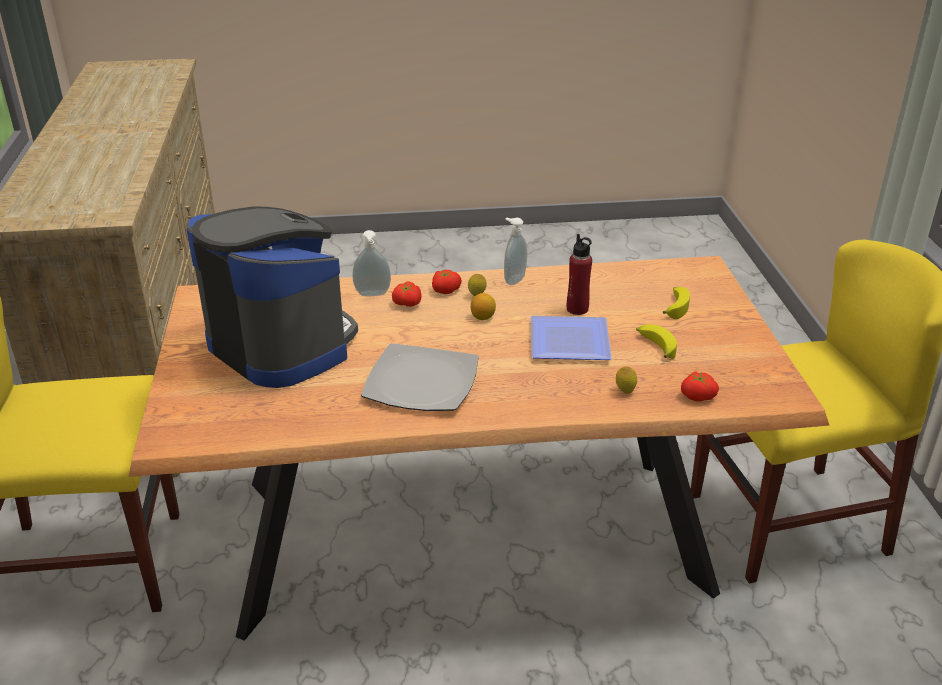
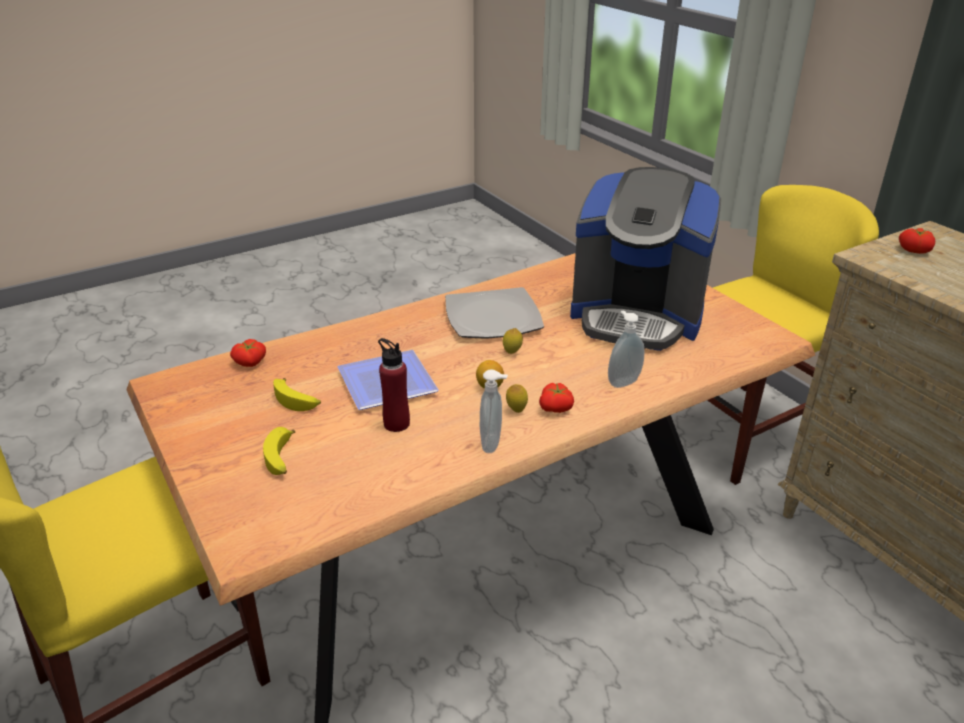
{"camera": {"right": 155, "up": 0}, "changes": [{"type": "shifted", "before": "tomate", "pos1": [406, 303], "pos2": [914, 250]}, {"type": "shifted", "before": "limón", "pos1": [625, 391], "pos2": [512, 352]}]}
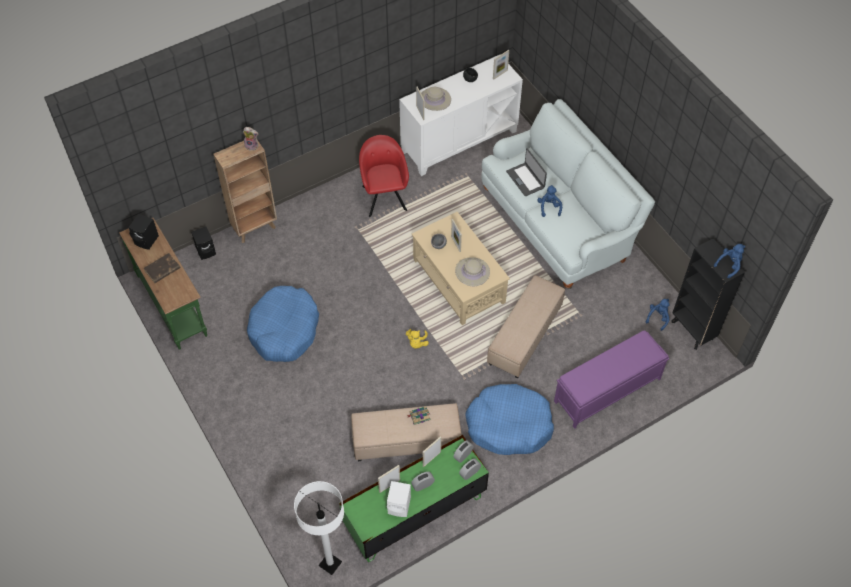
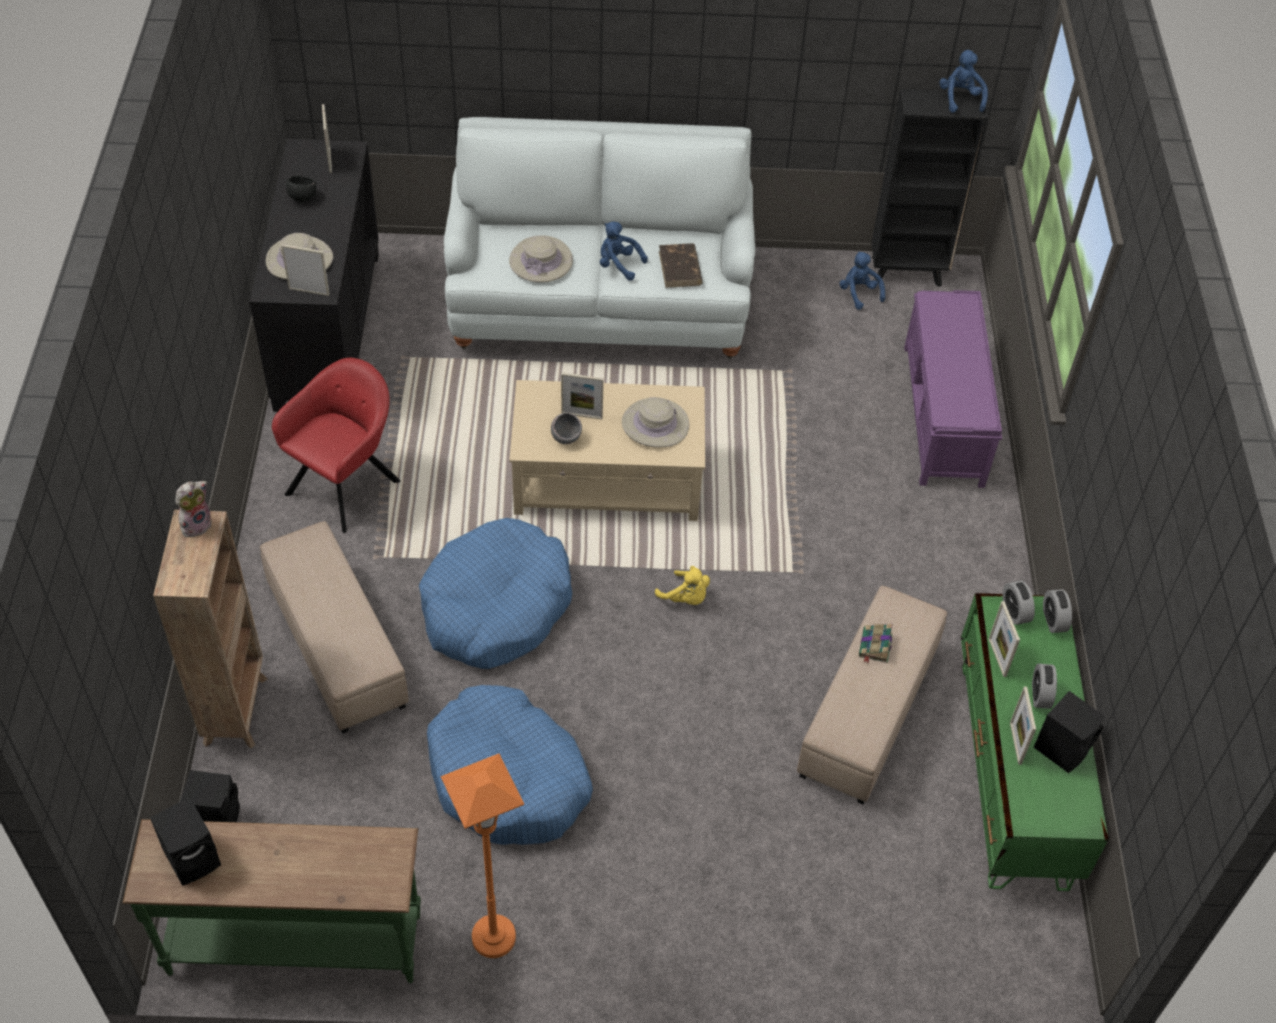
{"camera": {"right": -60, "up": -5}, "changes": [{"type": "shifted", "before": "libro [marrón]", "pos1": [162, 269], "pos2": [680, 268]}, {"type": "gone", "before": "lámpara de pie [blanco]", "pos1": [330, 564]}, {"type": "rotated", "before": "sillón [rojo]", "pos1": [384, 196], "pos2": [346, 484], "turn": 105}, {"type": "repainted", "before": "altavoz [blanco]", "after": "altavoz [negro]", "pos1": [400, 506], "pos2": [1063, 748]}, {"type": "repainted", "before": "armario [blanco]", "after": "armario [negro]", "pos1": [459, 140], "pos2": [327, 330]}, {"type": "shifted", "before": "cama para perro [azul]", "pos1": [508, 425], "pos2": [496, 606]}, {"type": "shifted", "before": "puf [beis]", "pos1": [524, 335], "pos2": [336, 646]}, {"type": "swapped", "before": "portátil", "after": "sombrero [beis]", "pos1": [525, 179], "pos2": [541, 261]}, {"type": "new", "after": "lámpara de pie [naranja]", "pos2": [494, 937]}]}
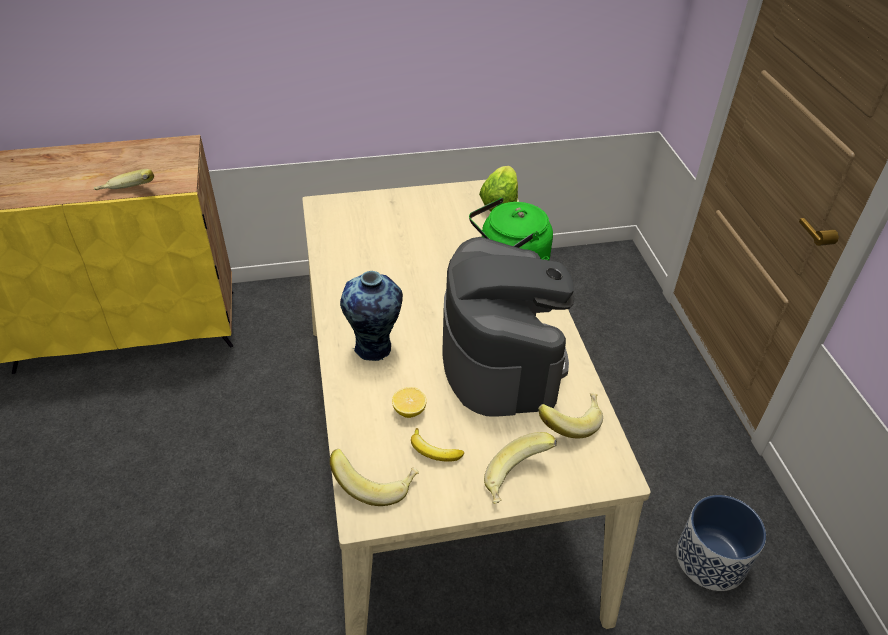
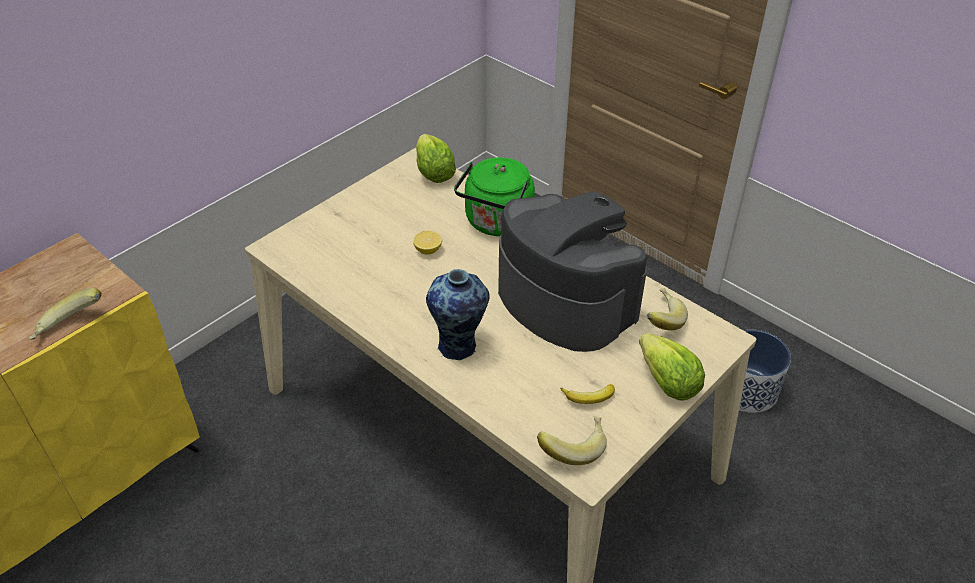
{"camera": {"right": -35, "up": 0}, "changes": [{"type": "shifted", "before": "limón", "pos1": [409, 410], "pos2": [428, 250]}, {"type": "swapped", "before": "plátano", "after": "lechuga", "pos1": [517, 481], "pos2": [667, 383]}]}
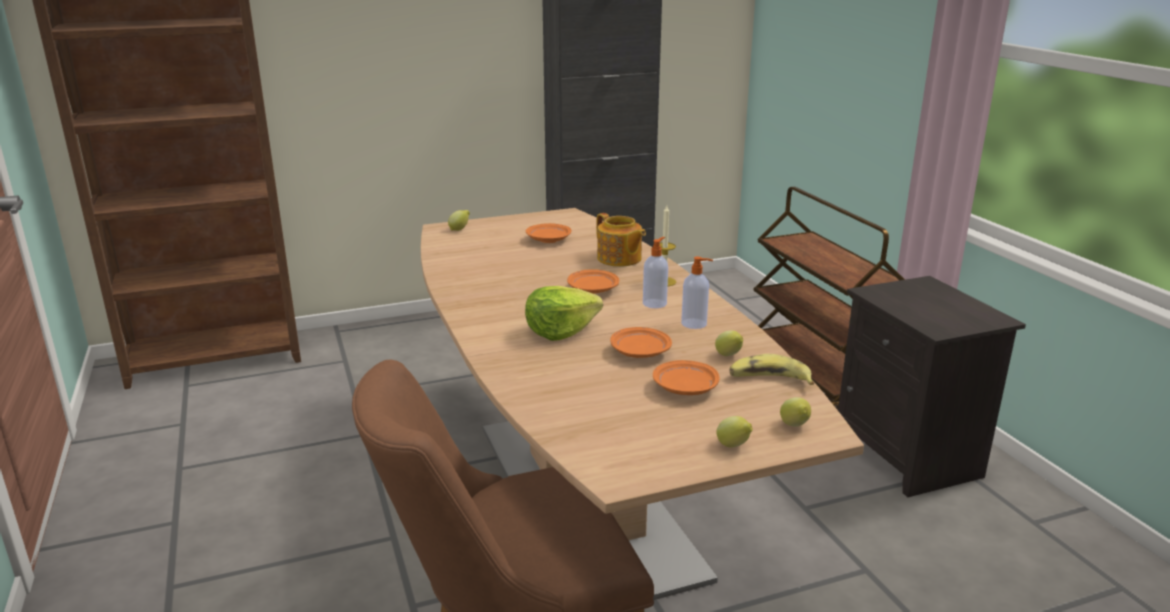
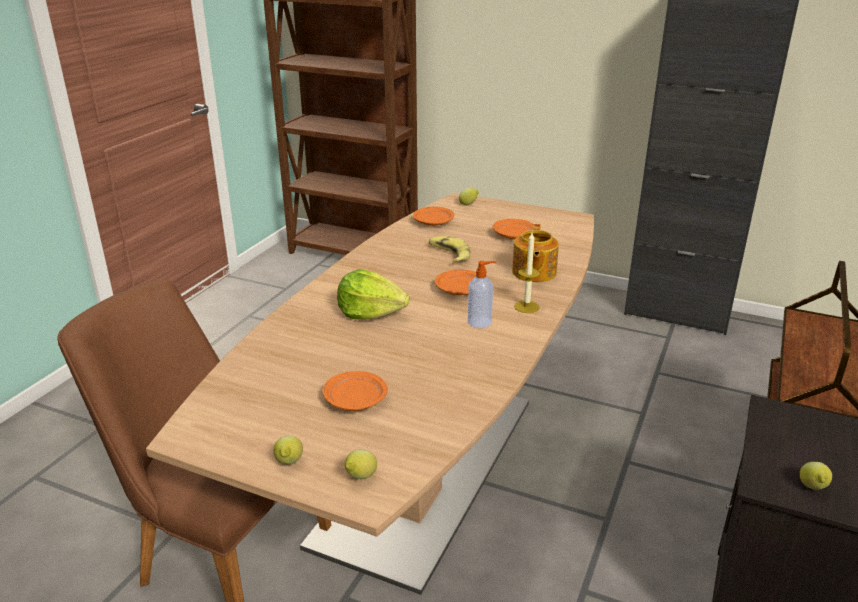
{"camera": {"right": 45, "up": 5}, "changes": [{"type": "shifted", "before": "plato [naranja]", "pos1": [639, 352], "pos2": [433, 222]}, {"type": "gone", "before": "dispensador de jabón", "pos1": [695, 324]}, {"type": "shifted", "before": "limón", "pos1": [729, 356], "pos2": [812, 488]}, {"type": "shifted", "before": "plátano", "pos1": [769, 380], "pos2": [449, 254]}]}
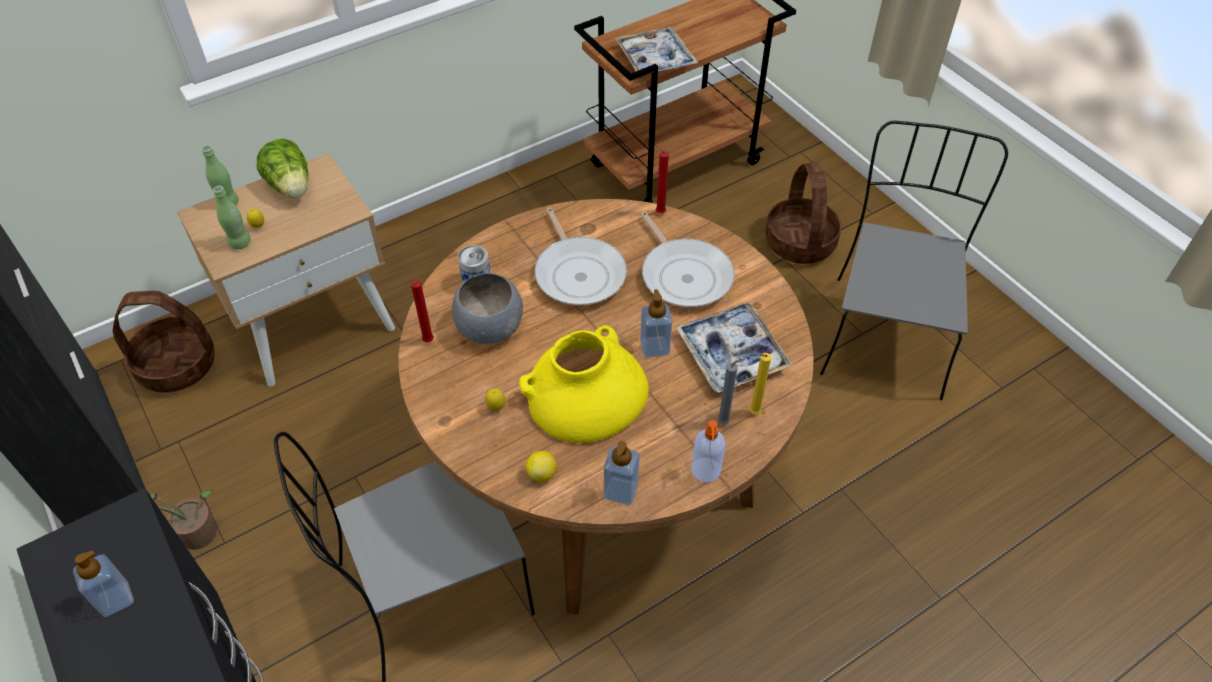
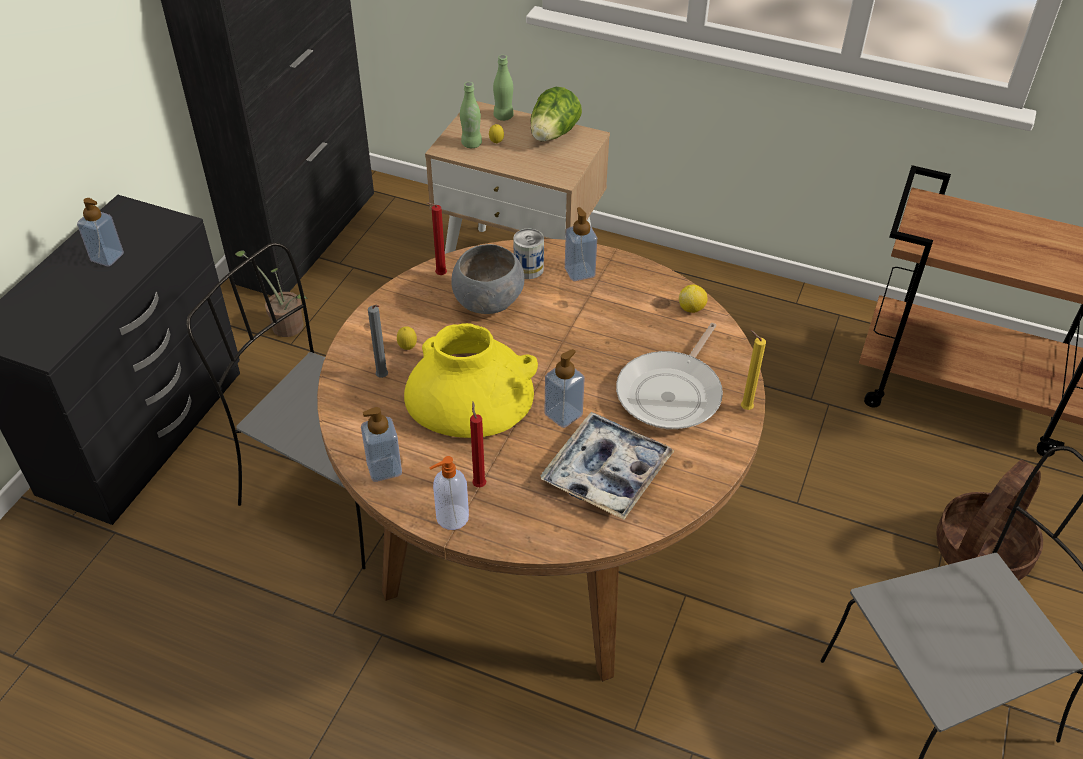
{"camera": {"right": 55, "up": -5}, "changes": [{"type": "gone", "before": "cesta", "pos1": [178, 365]}, {"type": "shifted", "before": "limón", "pos1": [542, 473], "pos2": [691, 308]}, {"type": "gone", "before": "sartén", "pos1": [579, 273]}, {"type": "gone", "before": "bandeja", "pos1": [655, 59]}, {"type": "shifted", "before": "vela [rojo]", "pos1": [659, 212], "pos2": [479, 483]}, {"type": "shifted", "before": "vela [gris]", "pos1": [725, 422], "pos2": [383, 378]}, {"type": "shifted", "before": "vela [amarillo]", "pos1": [753, 413], "pos2": [744, 408]}, {"type": "new", "after": "dispensador de jabón", "pos2": [579, 272]}]}
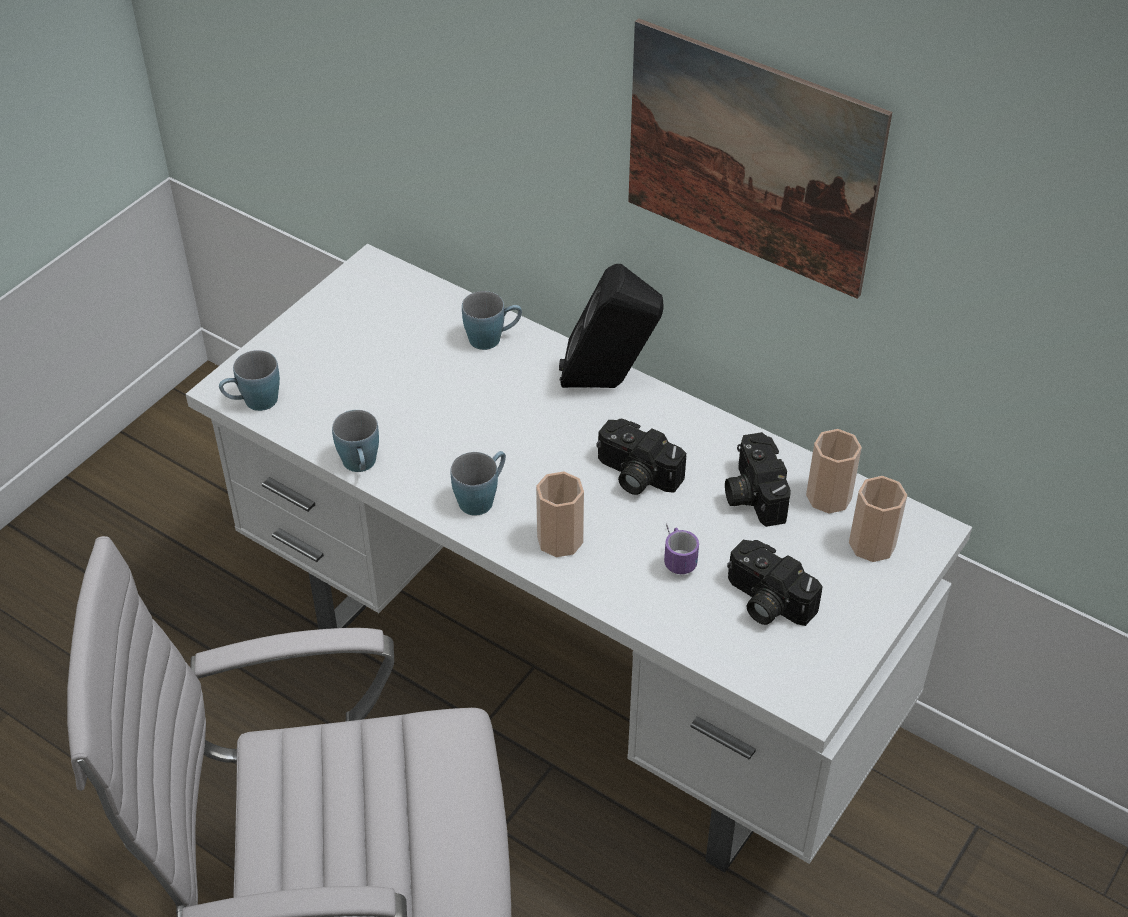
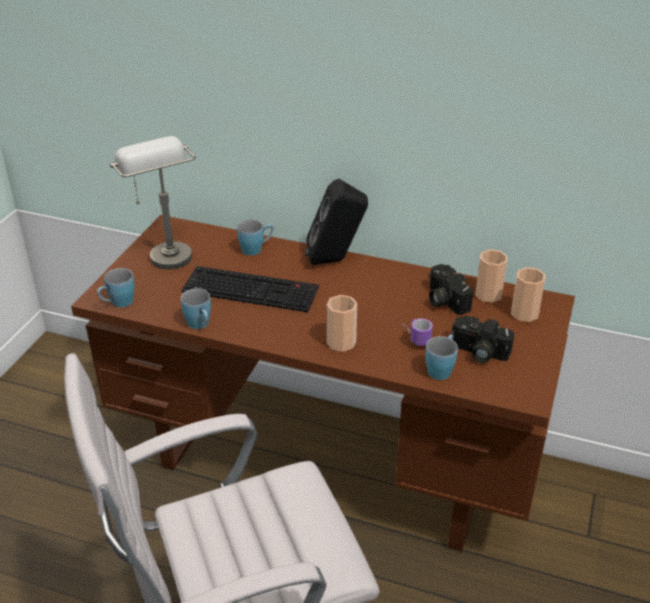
{"camera": {"right": -15, "up": -10}, "changes": [{"type": "repainted", "before": "escritorio [blanco]", "after": "escritorio [marrón]", "pos1": [567, 679], "pos2": [326, 463]}, {"type": "shifted", "before": "taza grande [azul]", "pos1": [482, 497], "pos2": [441, 368]}, {"type": "gone", "before": "cámara", "pos1": [635, 475]}, {"type": "gone", "before": "cuadro", "pos1": [751, 158]}, {"type": "new", "after": "lámpara de mesa [gris]", "pos2": [164, 251]}, {"type": "new", "after": "teclado", "pos2": [252, 289]}]}
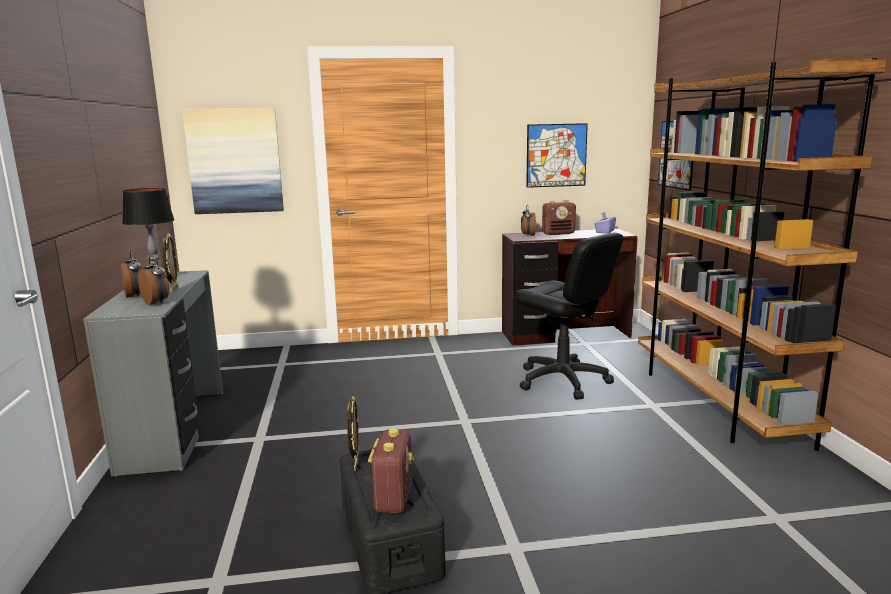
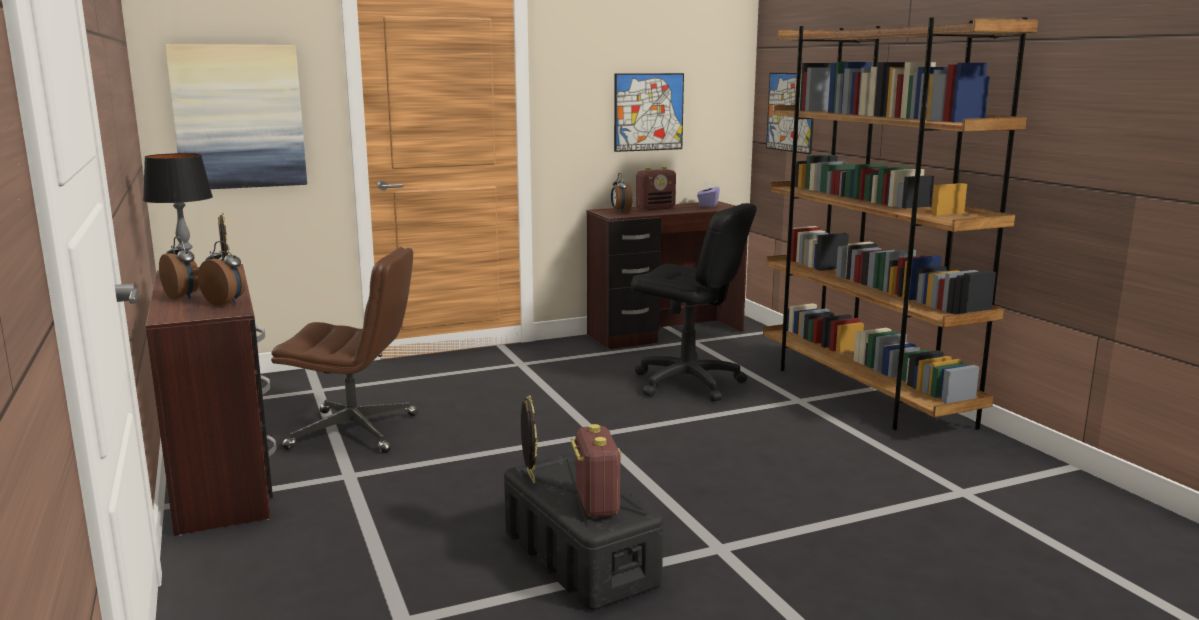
{"camera": {"right": -15, "up": 0}, "changes": [{"type": "repainted", "before": "escritorio [gris]", "after": "escritorio [marrón]", "pos1": [176, 429], "pos2": [224, 476]}, {"type": "new", "after": "silla de oficina [marrón]", "pos2": [355, 431]}]}
